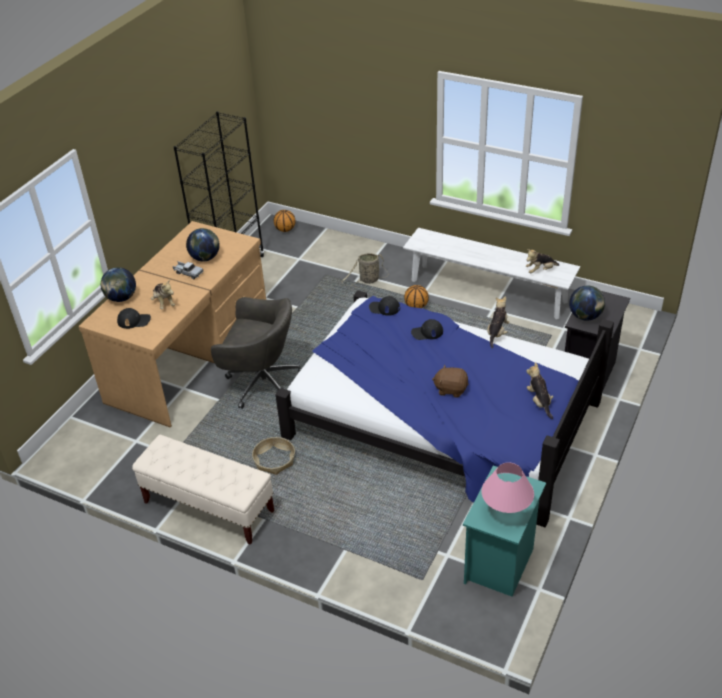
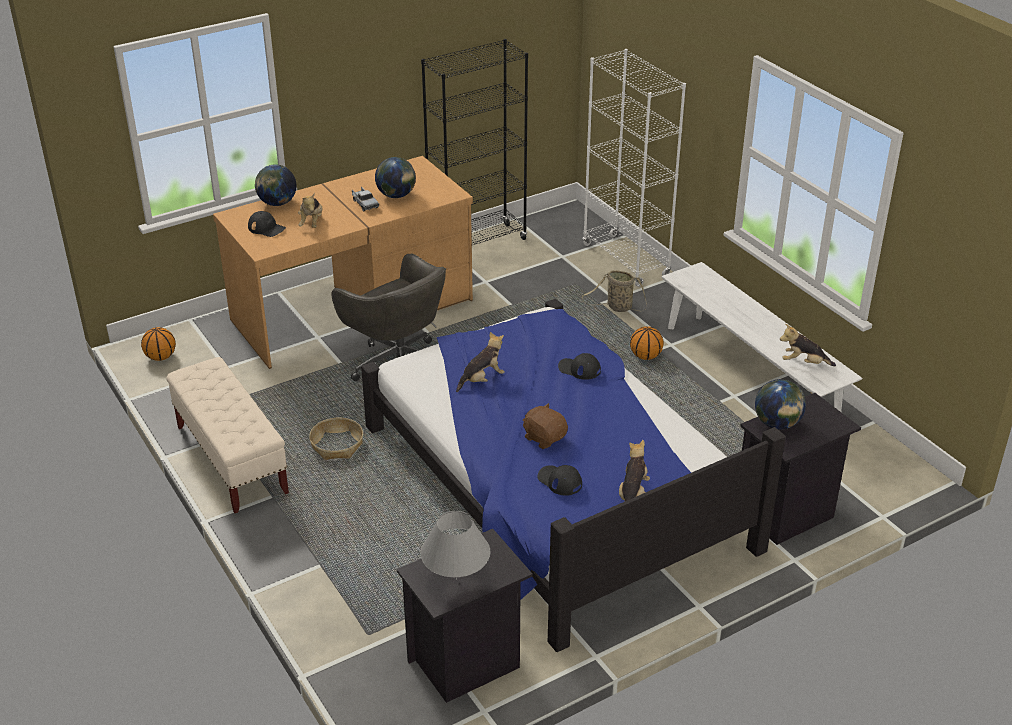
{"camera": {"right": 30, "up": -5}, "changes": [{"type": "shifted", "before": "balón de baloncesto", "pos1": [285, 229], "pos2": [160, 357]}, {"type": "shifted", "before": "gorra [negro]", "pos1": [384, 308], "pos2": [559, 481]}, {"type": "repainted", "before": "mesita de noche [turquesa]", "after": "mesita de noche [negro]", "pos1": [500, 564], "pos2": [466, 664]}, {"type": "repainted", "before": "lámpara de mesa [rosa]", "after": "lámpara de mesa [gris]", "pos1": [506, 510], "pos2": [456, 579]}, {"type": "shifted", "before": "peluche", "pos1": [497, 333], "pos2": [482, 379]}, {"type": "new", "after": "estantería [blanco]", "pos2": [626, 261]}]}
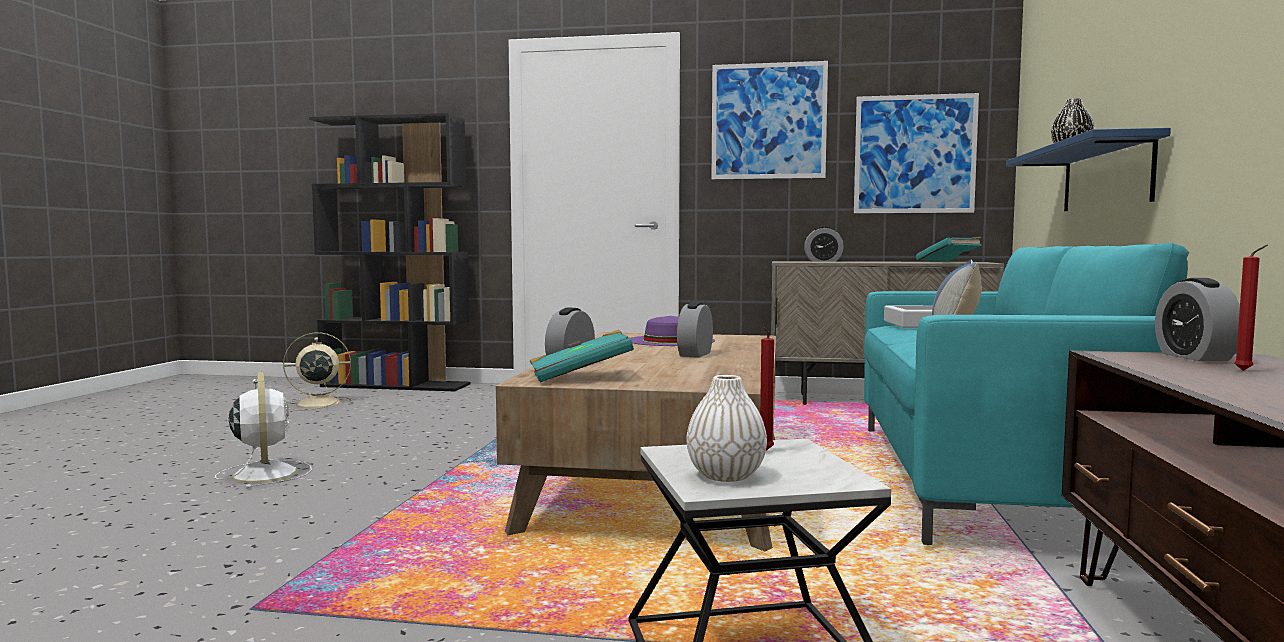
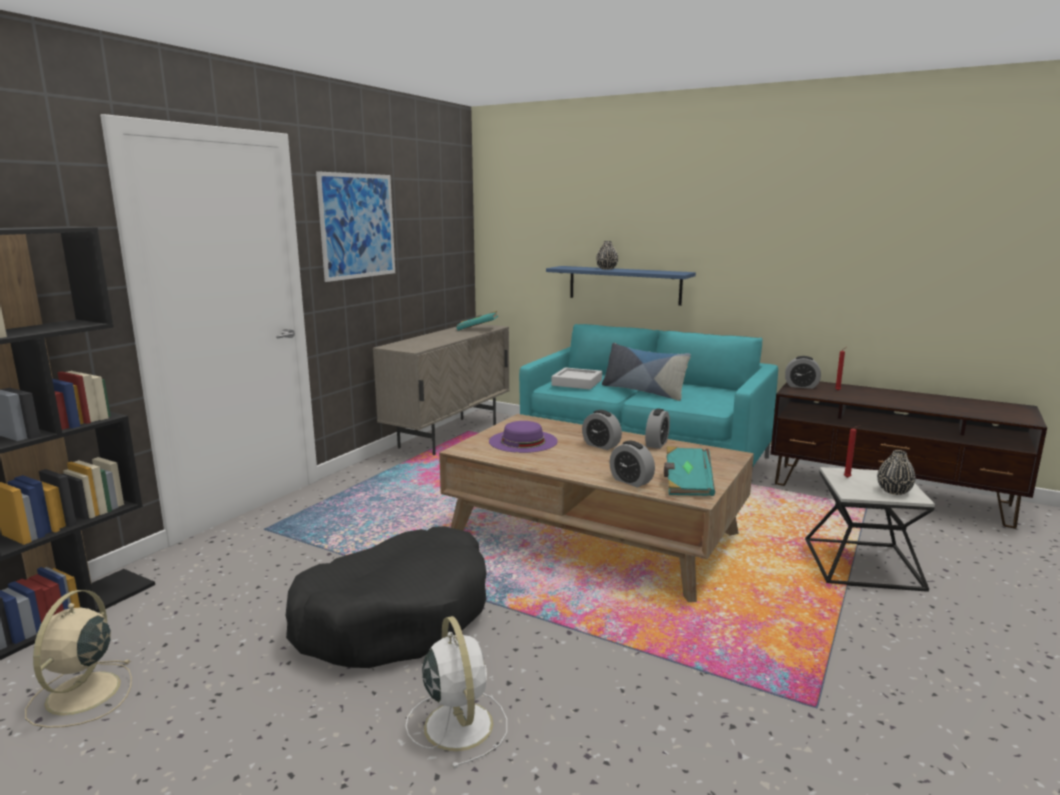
{"camera": {"right": -70, "up": 10}, "changes": [{"type": "rotated", "before": "ventilador [blanco]", "pos1": [265, 473], "pos2": [457, 723], "turn": 75}, {"type": "repainted", "before": "florero [blanco]", "after": "florero [negro]", "pos1": [726, 475], "pos2": [894, 491]}, {"type": "shifted", "before": "despertador", "pos1": [823, 261], "pos2": [656, 444]}, {"type": "gone", "before": "cuadro", "pos1": [914, 154]}, {"type": "new", "after": "cama para perro [negro]", "pos2": [395, 616]}]}
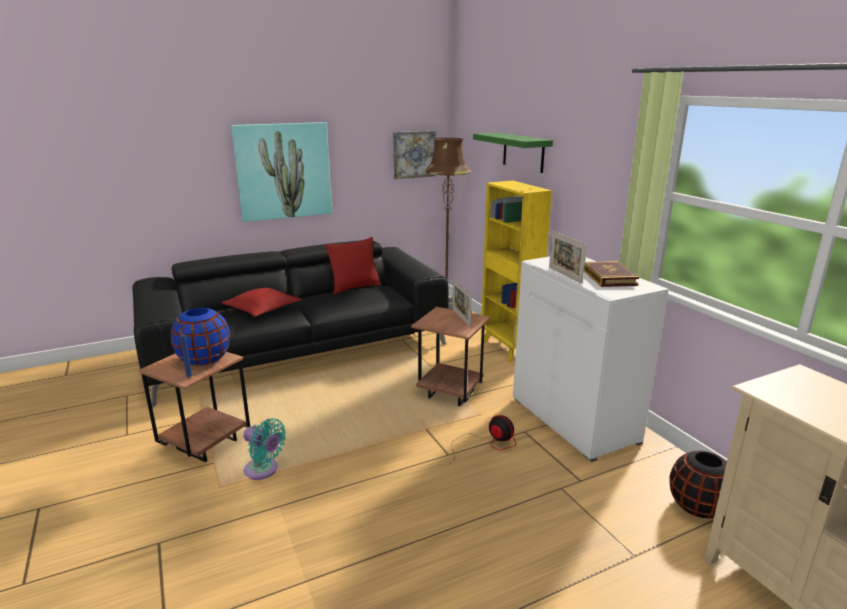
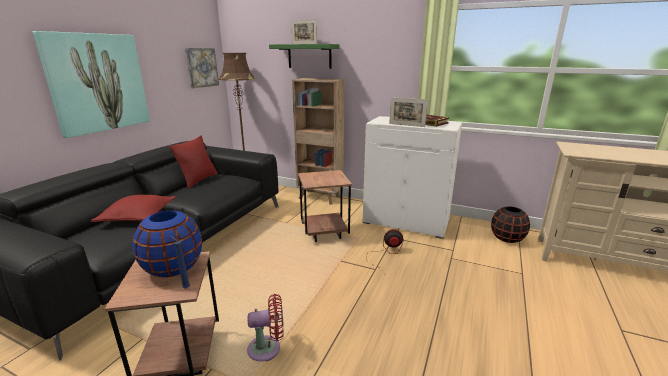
{"camera": {"right": -40, "up": 0}, "changes": [{"type": "repainted", "before": "ventilador [turquesa]", "after": "ventilador [rojo]", "pos1": [263, 470], "pos2": [268, 348]}, {"type": "shifted", "before": "portarretratos", "pos1": [461, 318], "pos2": [304, 44]}, {"type": "repainted", "before": "estantería [amarillo]", "after": "estantería [marrón]", "pos1": [508, 349], "pos2": [320, 197]}]}
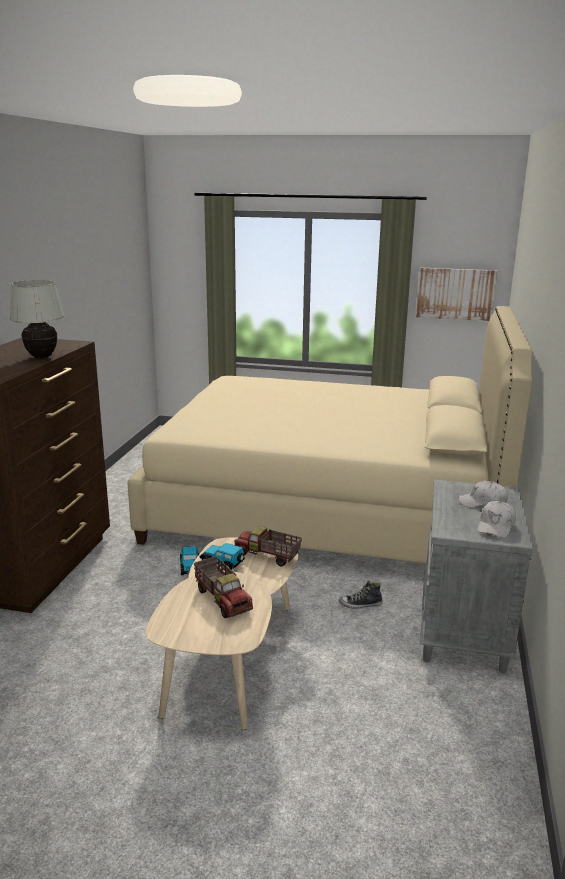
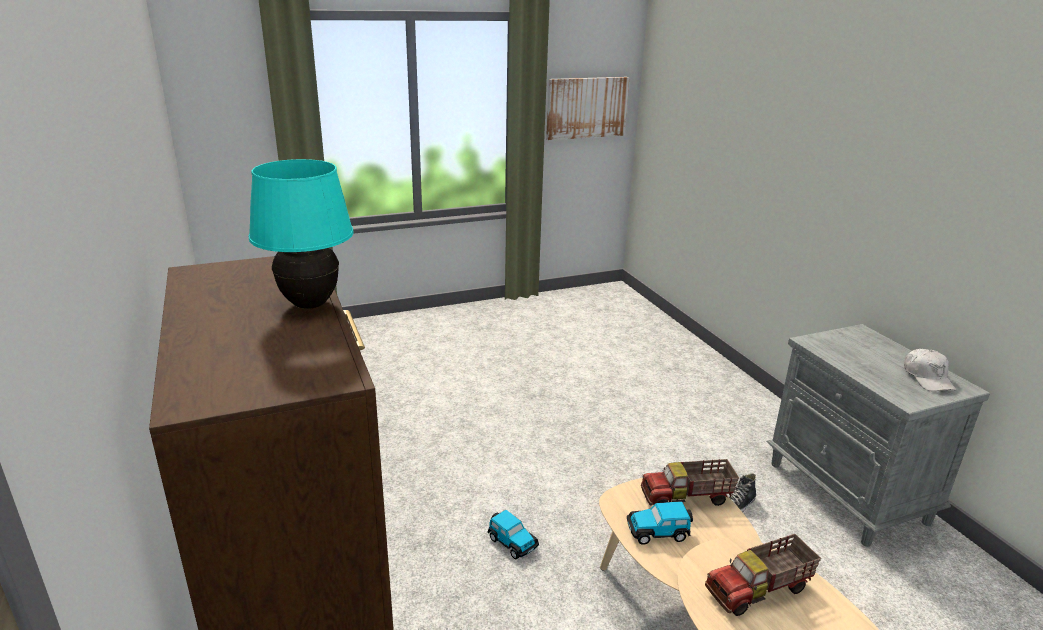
{"camera": {"right": -35, "up": 5}, "changes": [{"type": "repainted", "before": "lámpara de mesa [blanco]", "after": "lámpara de mesa [turquesa]", "pos1": [42, 357], "pos2": [309, 304]}, {"type": "gone", "before": "cama [beis]", "pos1": [328, 508]}, {"type": "rotated", "before": "camión de juguete", "pos1": [223, 599], "pos2": [759, 590], "turn": 135}, {"type": "gone", "before": "gorra [blanco]", "pos1": [482, 502]}]}
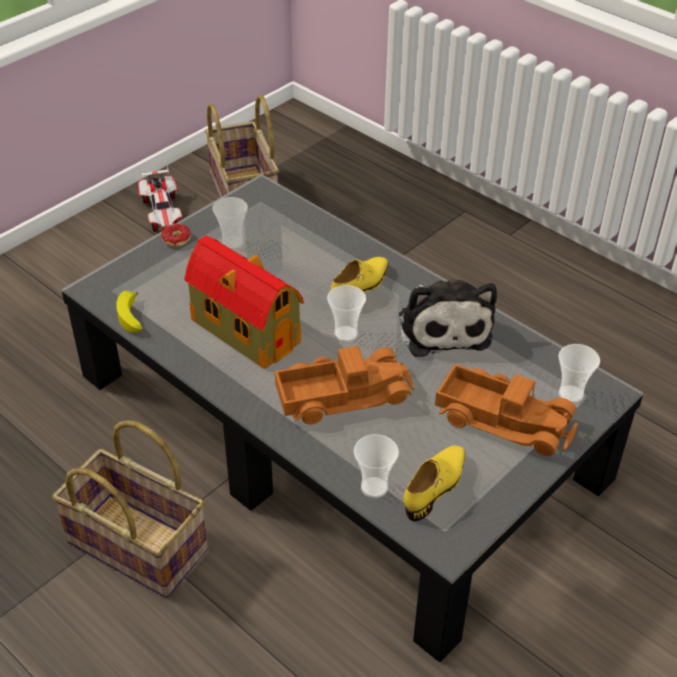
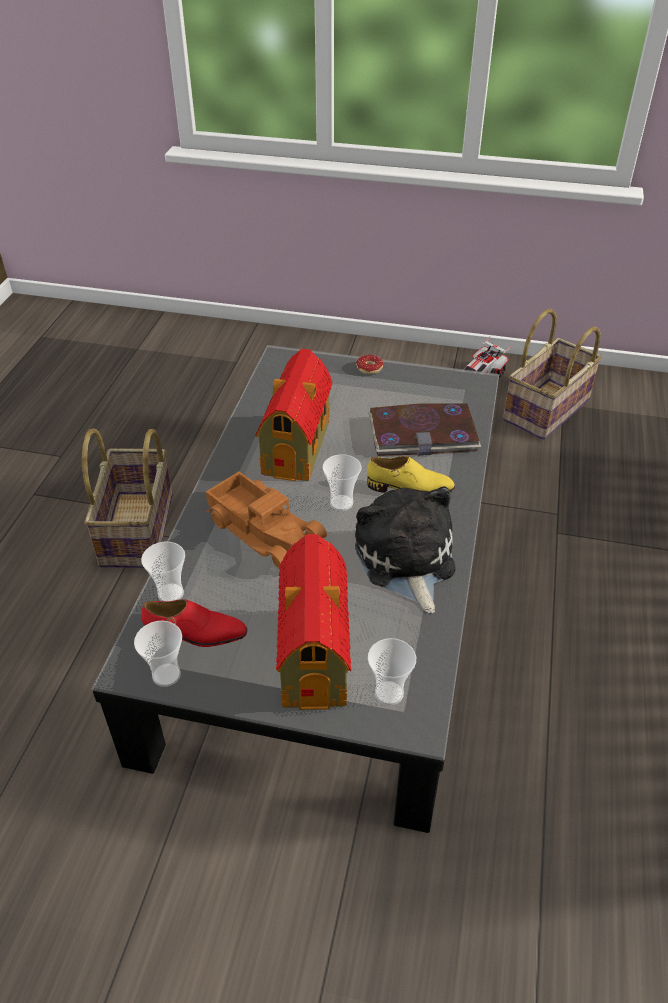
{"camera": {"right": 60, "up": 0}, "changes": [{"type": "gone", "before": "plátano", "pos1": [133, 318]}, {"type": "shifted", "before": "taza", "pos1": [232, 243], "pos2": [166, 675]}, {"type": "rotated", "before": "peluche", "pos1": [443, 326], "pos2": [405, 561], "turn": 120}, {"type": "repainted", "before": "zapato [amarillo]", "after": "zapato [rojo]", "pos1": [436, 486], "pos2": [196, 634]}, {"type": "swapped", "before": "camión de juguete", "after": "casita", "pos1": [504, 419], "pos2": [314, 651]}, {"type": "new", "after": "libro", "pos2": [423, 433]}]}
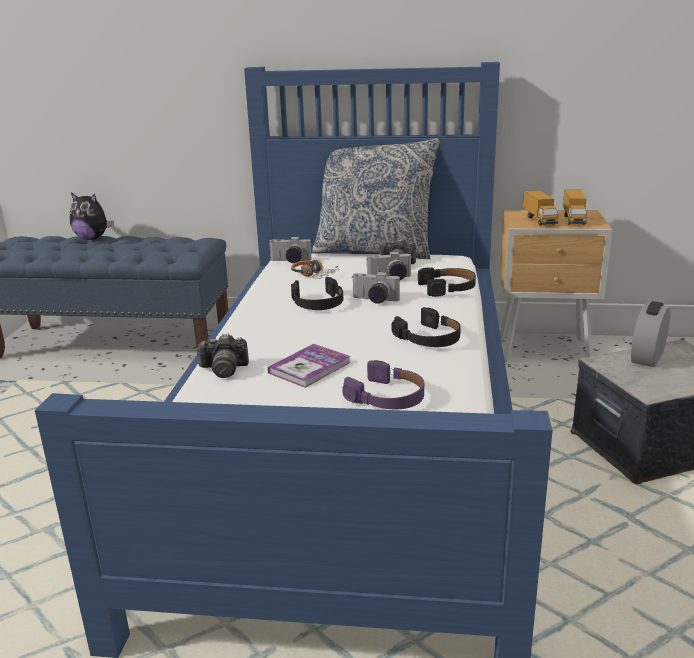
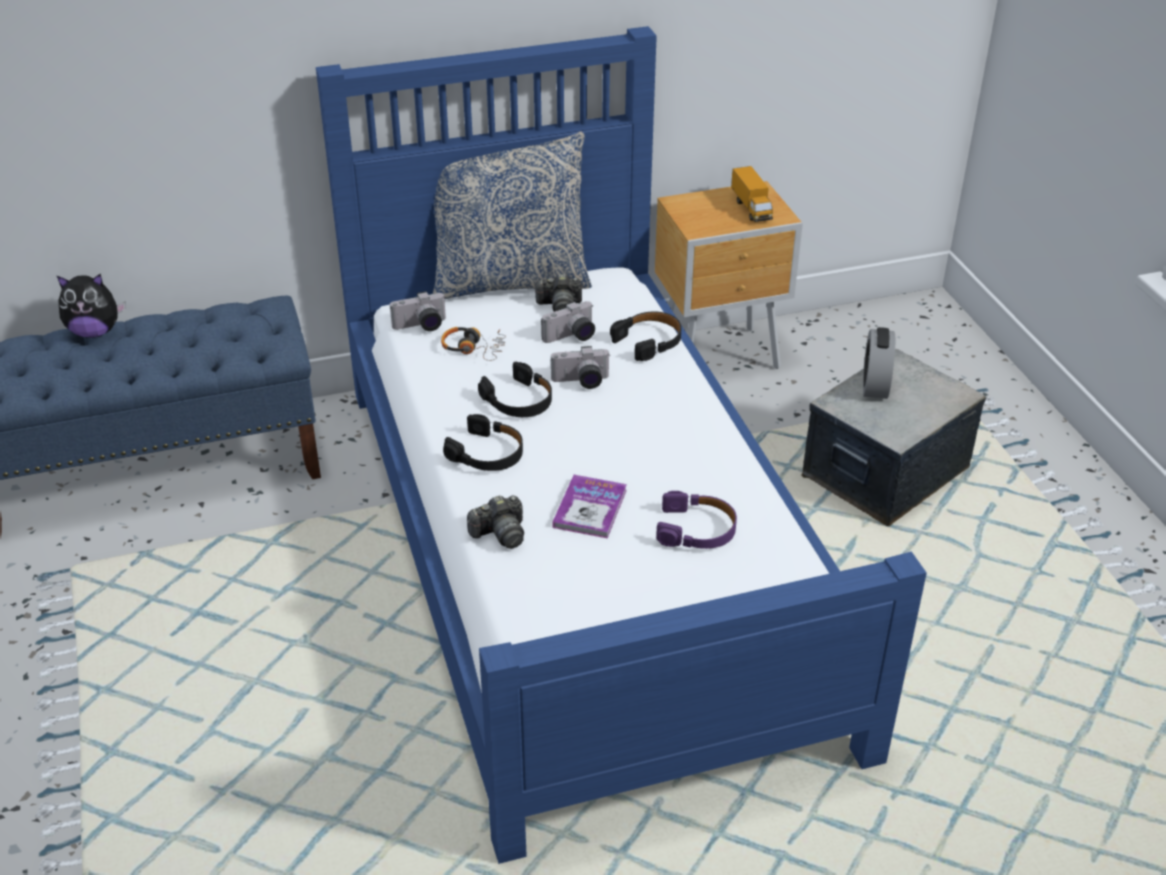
{"camera": {"right": -25, "up": 15}, "changes": [{"type": "shifted", "before": "auriculares [negro]", "pos1": [429, 338], "pos2": [487, 453]}, {"type": "gone", "before": "camión de juguete", "pos1": [539, 220]}]}
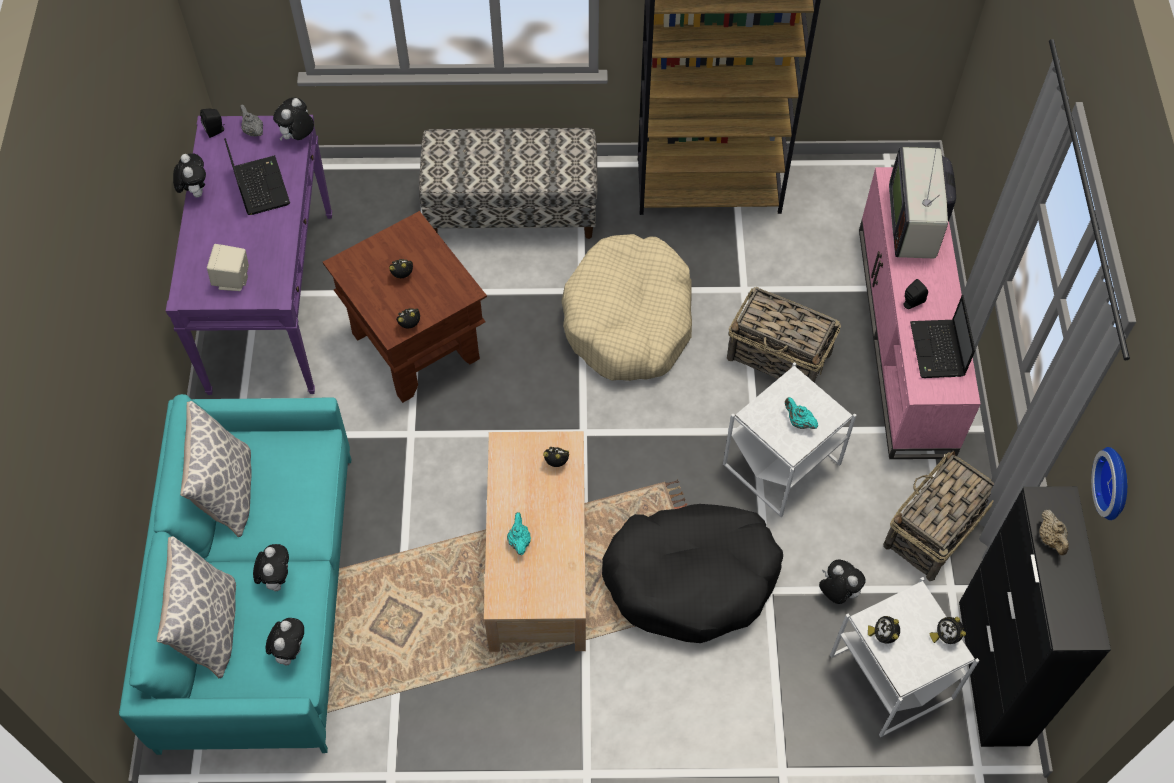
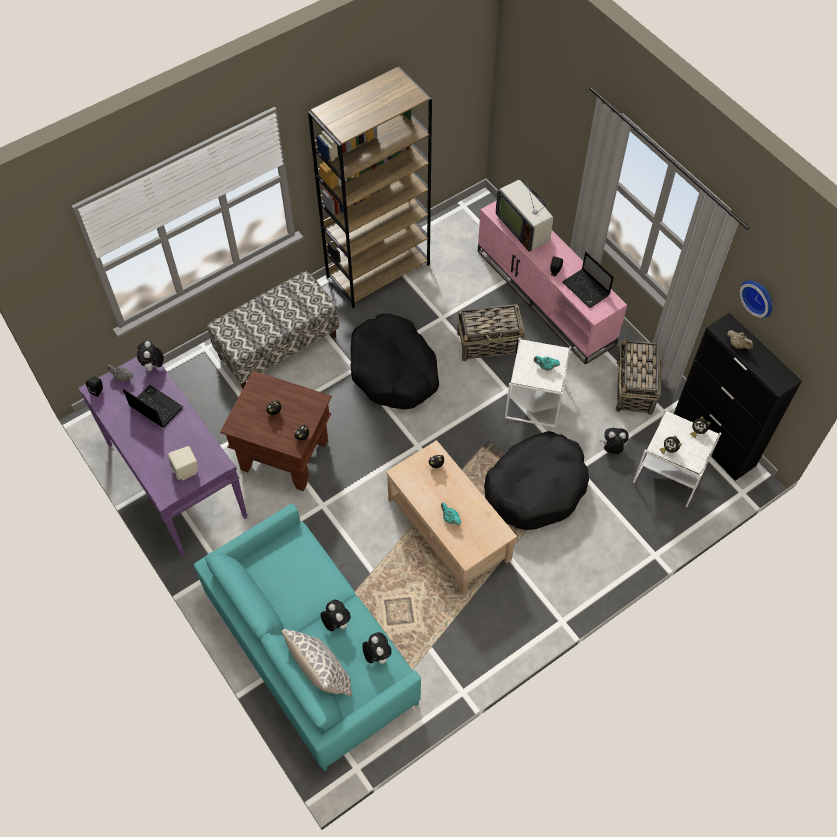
{"camera": {"right": -35, "up": 0}, "changes": [{"type": "gone", "before": "peluche", "pos1": [195, 191]}, {"type": "gone", "before": "cojín", "pos1": [227, 492]}, {"type": "repainted", "before": "cama para perro [beis]", "after": "cama para perro [negro]", "pos1": [629, 320], "pos2": [394, 370]}]}
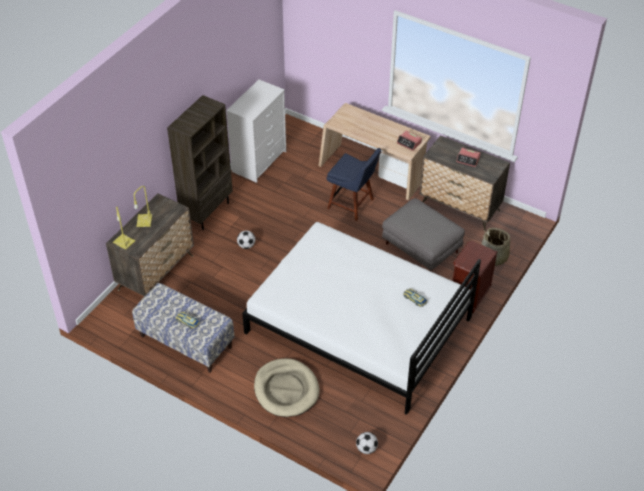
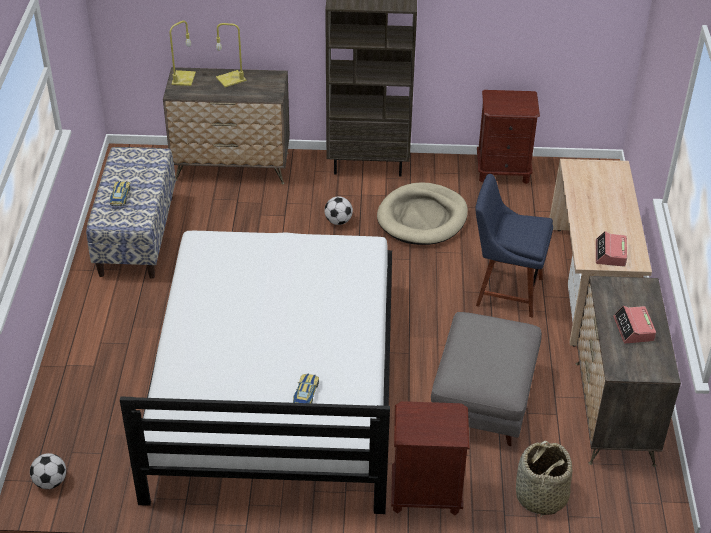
{"camera": {"right": 60, "up": -5}, "changes": [{"type": "swapped", "before": "cómoda [blanco]", "after": "mesita de noche [marrón]", "pos1": [259, 161], "pos2": [503, 171]}, {"type": "shifted", "before": "cama para perro [beis]", "pos1": [286, 389], "pos2": [422, 218]}, {"type": "rotated", "before": "silla [azul]", "pos1": [352, 205], "pos2": [505, 290], "turn": 105}]}
